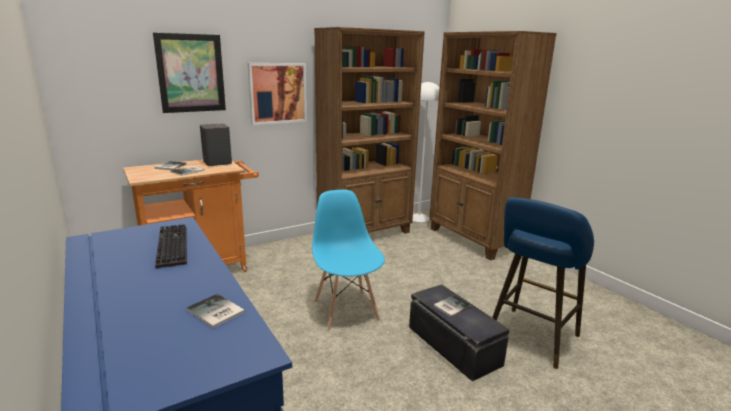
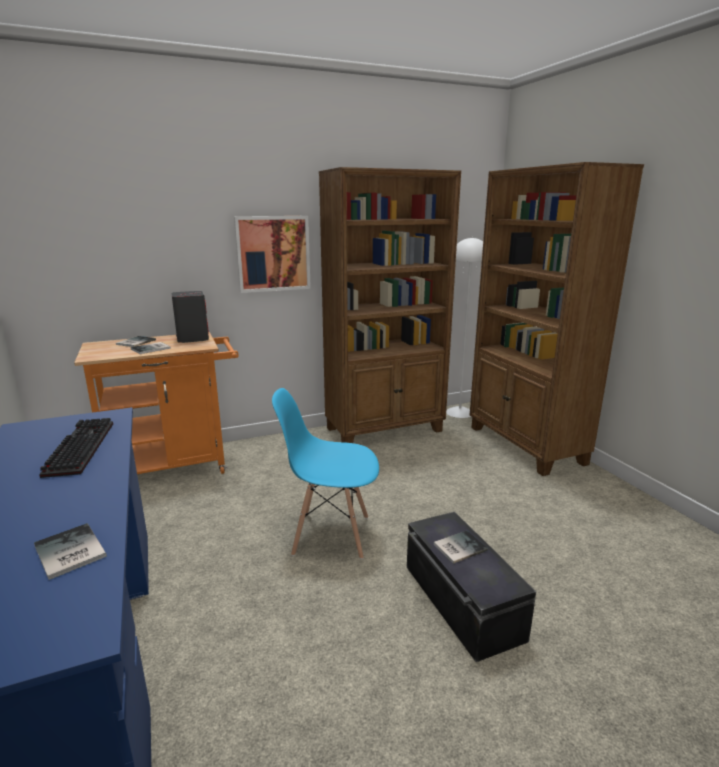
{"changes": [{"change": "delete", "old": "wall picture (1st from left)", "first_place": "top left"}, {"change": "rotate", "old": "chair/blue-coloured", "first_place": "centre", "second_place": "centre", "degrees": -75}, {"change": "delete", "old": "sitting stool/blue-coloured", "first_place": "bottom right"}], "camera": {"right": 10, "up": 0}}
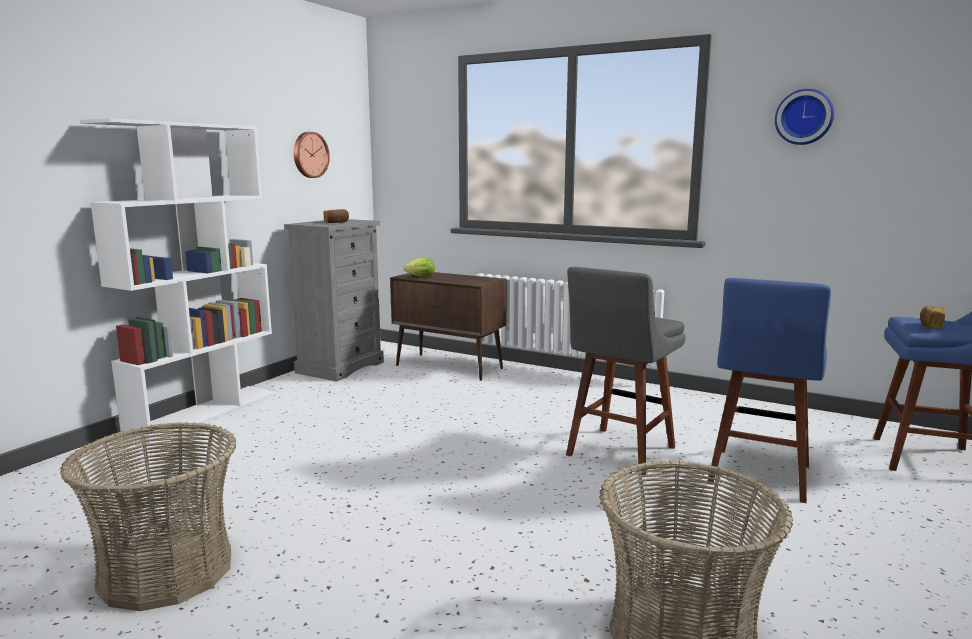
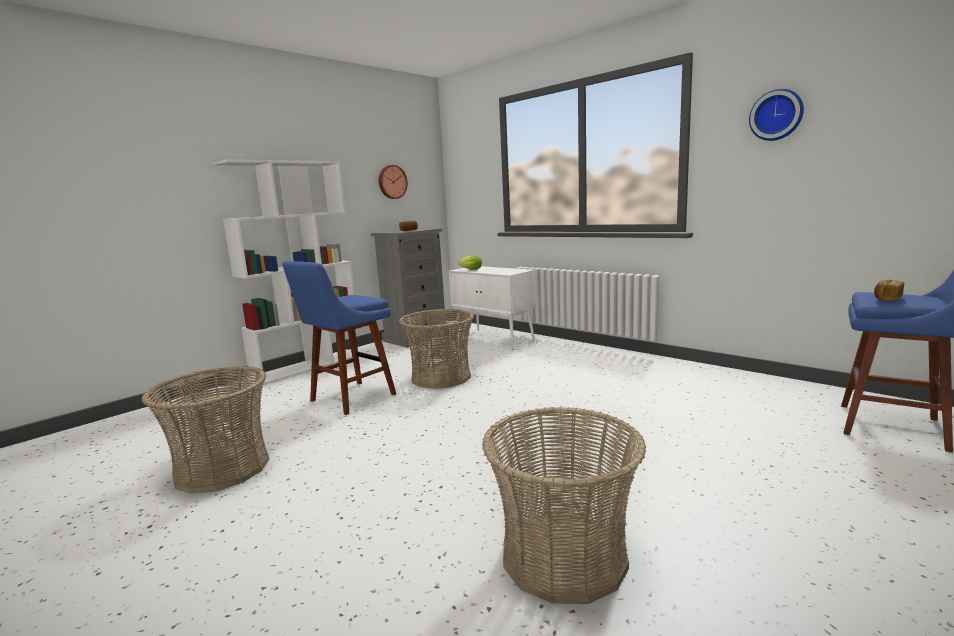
{"changes": [{"change": "delete", "old": "sitting stool/greyish", "first_place": "centre"}, {"change": "recolor", "old": "cupboard/brownish", "new": "cupboard/white", "first_place": "centre", "second_place": "centre"}, {"change": "move", "old": "sitting stool/blue-coloured (1st from left)", "first_place": "middle right", "second_place": "centre"}, {"change": "insert", "new": "household basket (2nd from left)", "second_place": "centre"}], "camera": {"right": 15, "up": 0}}
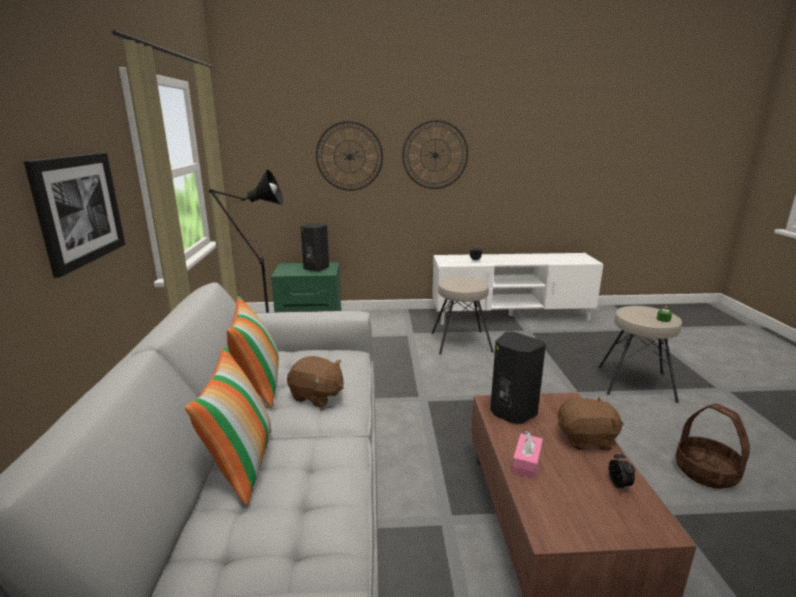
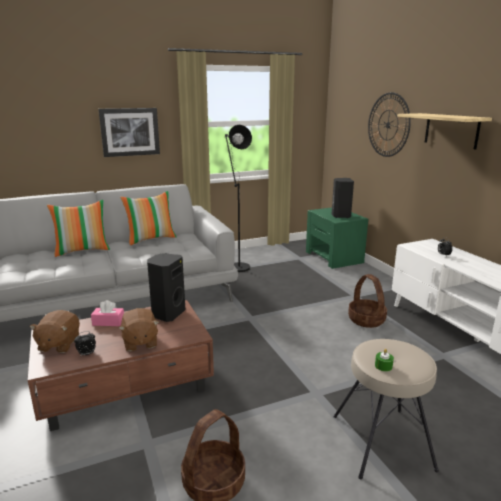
{"changes": [{"change": "replace", "old": "clock on the wall (2nd from left)", "new": "wall shelf", "first_place": "top centre", "second_place": "top right"}, {"change": "replace", "old": "sitting stool/beige (1st from left)", "new": "household basket (2nd from left)", "first_place": "centre", "second_place": "middle right"}, {"change": "move", "old": "cuddly toy/brownish (1st from left)", "first_place": "centre", "second_place": "middle left"}], "camera": {"right": 70, "up": 0}}
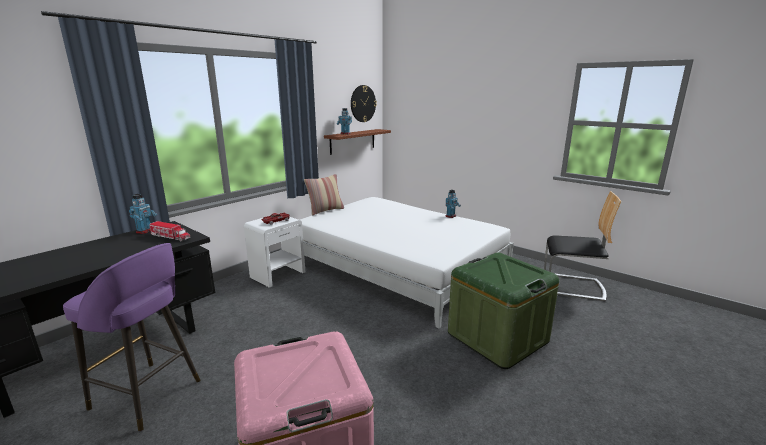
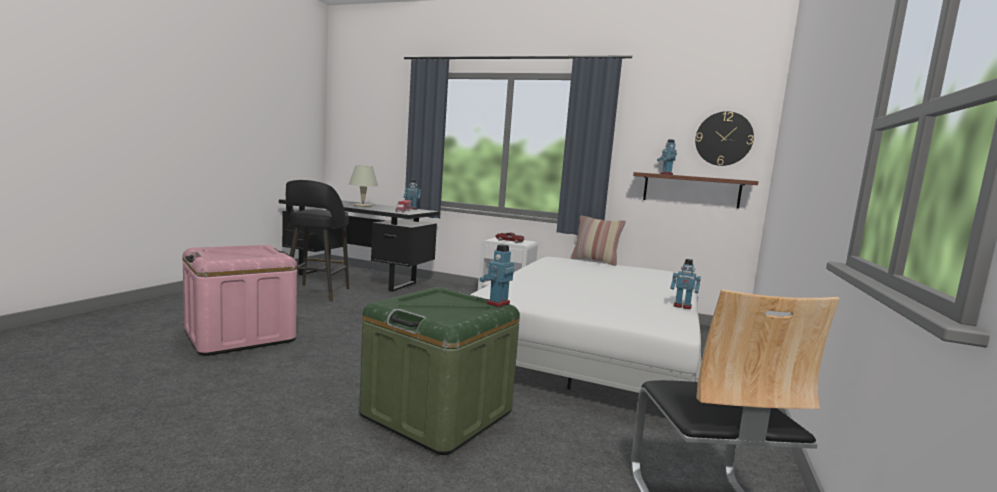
{"changes": [{"change": "recolor", "old": "sitting stool/purple", "new": "sitting stool/black", "first_place": "bottom left", "second_place": "middle left"}, {"change": "insert", "new": "lamp for a table/beige", "second_place": "centre"}, {"change": "insert", "new": "model robot (2nd from left)", "second_place": "centre"}], "camera": {"right": 70, "up": -10}}
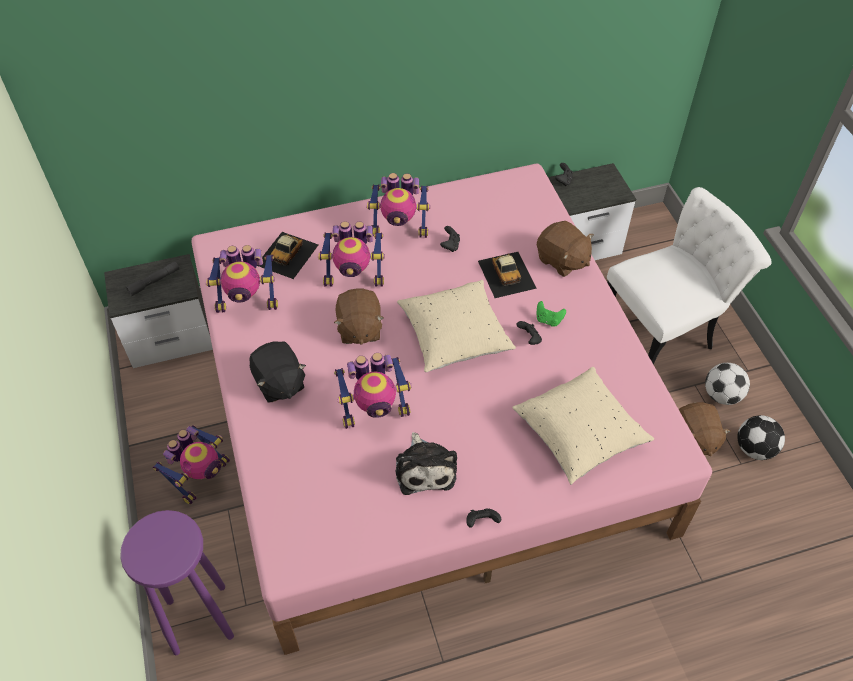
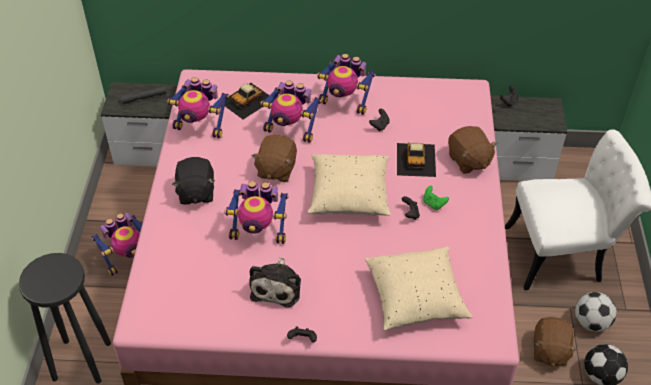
{"changes": [{"change": "recolor", "old": "sitting stool/purple", "new": "sitting stool/black", "first_place": "bottom left", "second_place": "bottom left"}], "camera": {"right": 20, "up": -5}}
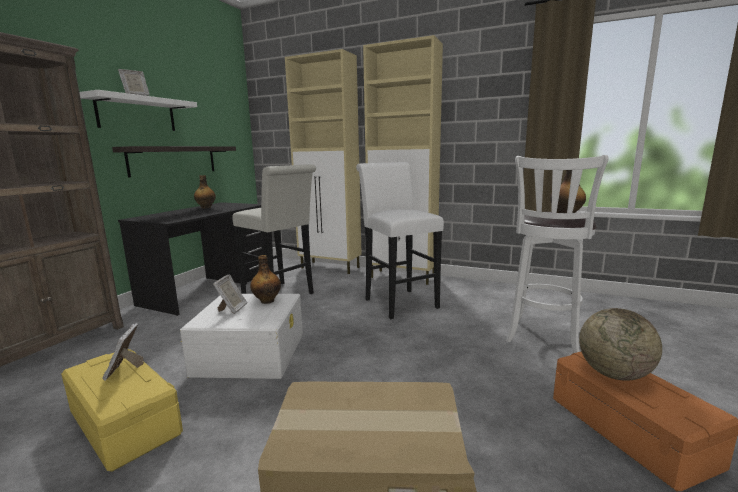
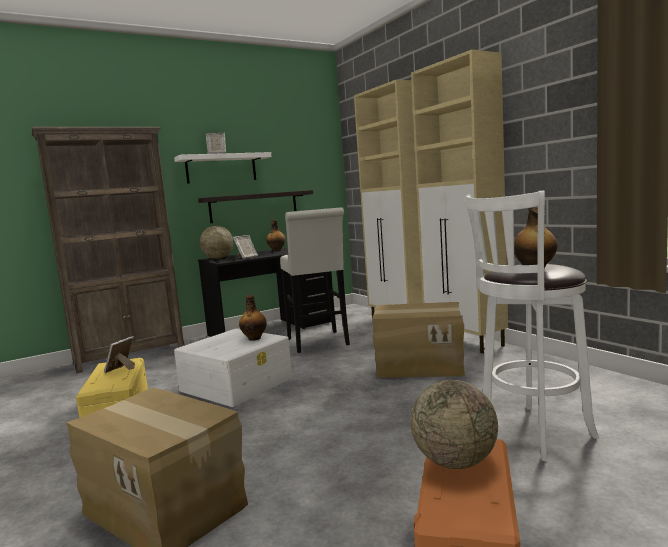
{"changes": [{"change": "replace", "old": "sitting stool/white (2nd from left)", "new": "packing box (2nd from left)", "first_place": "centre", "second_place": "centre"}, {"change": "move", "old": "standing frame (3rd from left)", "first_place": "middle left", "second_place": "centre"}, {"change": "insert", "new": "globe (1st from left)", "second_place": "middle left"}], "camera": {"right": 35, "up": -5}}
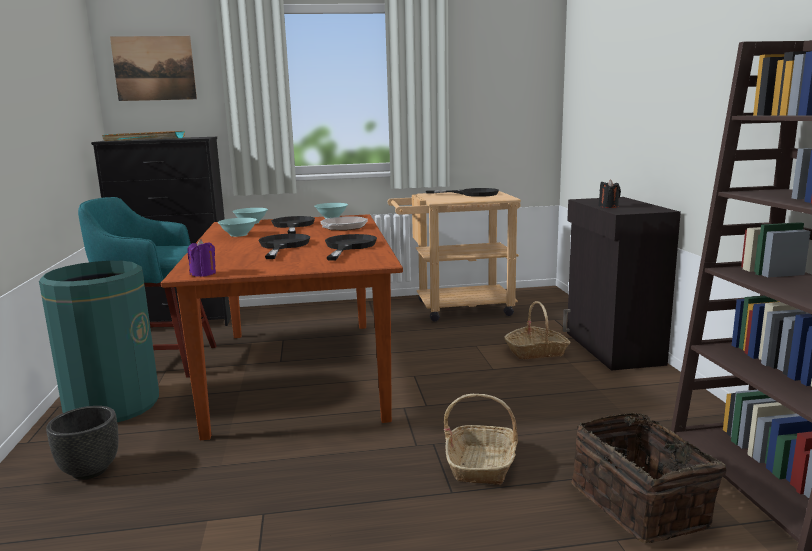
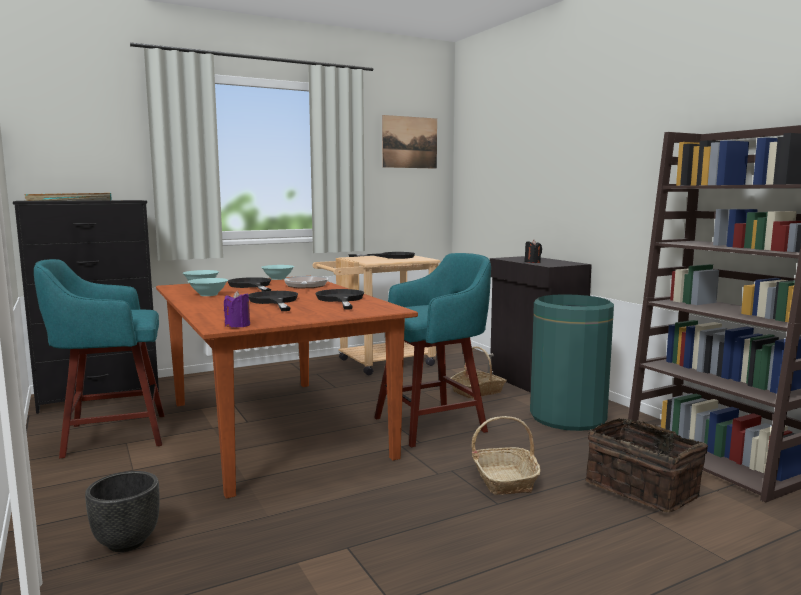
{"changes": [{"change": "move", "old": "wall picture", "first_place": "top left", "second_place": "top centre"}, {"change": "move", "old": "waste bin/green", "first_place": "middle left", "second_place": "middle right"}, {"change": "insert", "new": "sitting stool/blue-green (2nd from left)", "second_place": "centre"}], "camera": {"right": -20, "up": -5}}
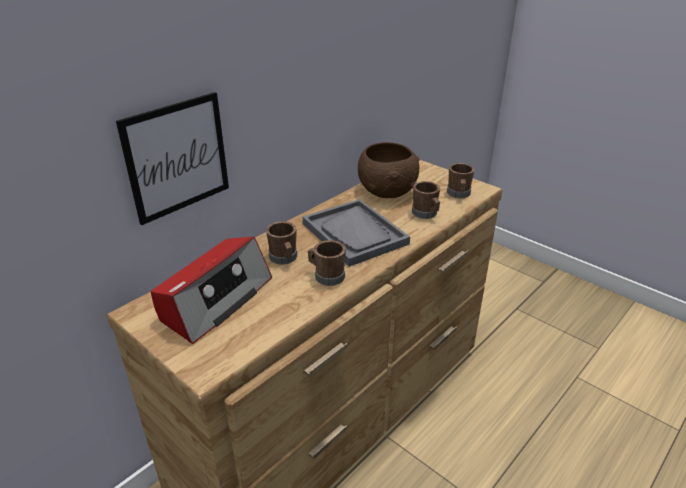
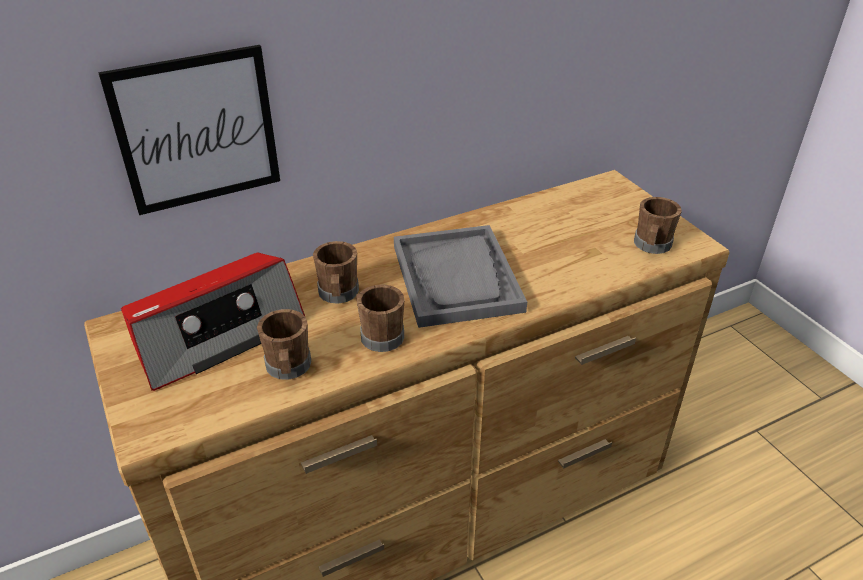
{"changes": [{"change": "delete", "old": "deep dish/brownish", "first_place": "centre"}, {"change": "move", "old": "coffee mug/brownish (3rd from left in the first image)", "new": "coffee mug/brownish (1st from left)", "first_place": "centre", "second_place": "middle left"}], "camera": {"right": 20, "up": 5}}
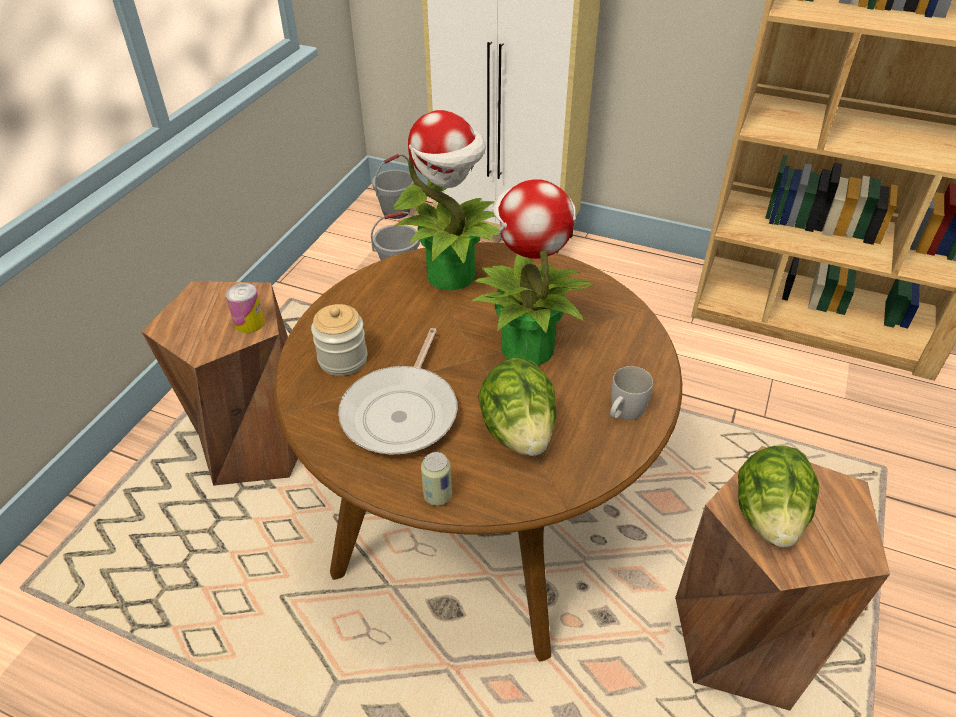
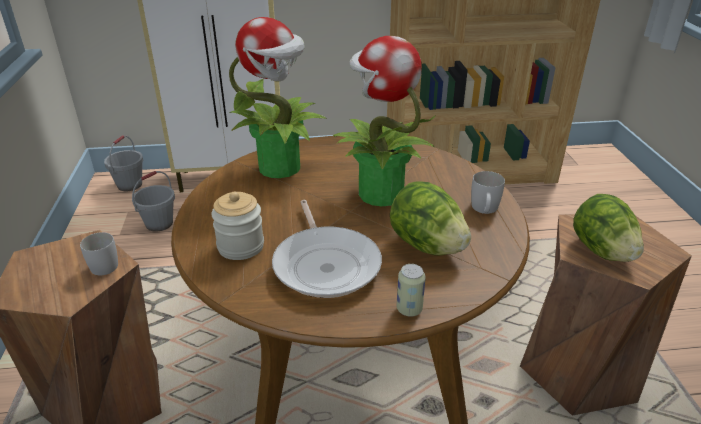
{"changes": [{"change": "replace", "old": "can (1st from left)", "new": "coffee mug/white (1st from left)", "first_place": "middle left", "second_place": "middle left"}], "camera": {"right": -30, "up": -10}}
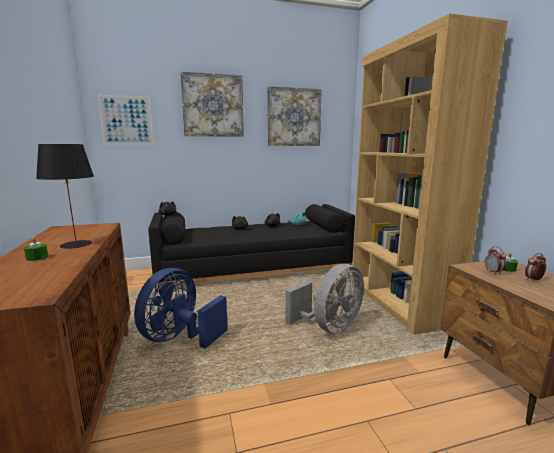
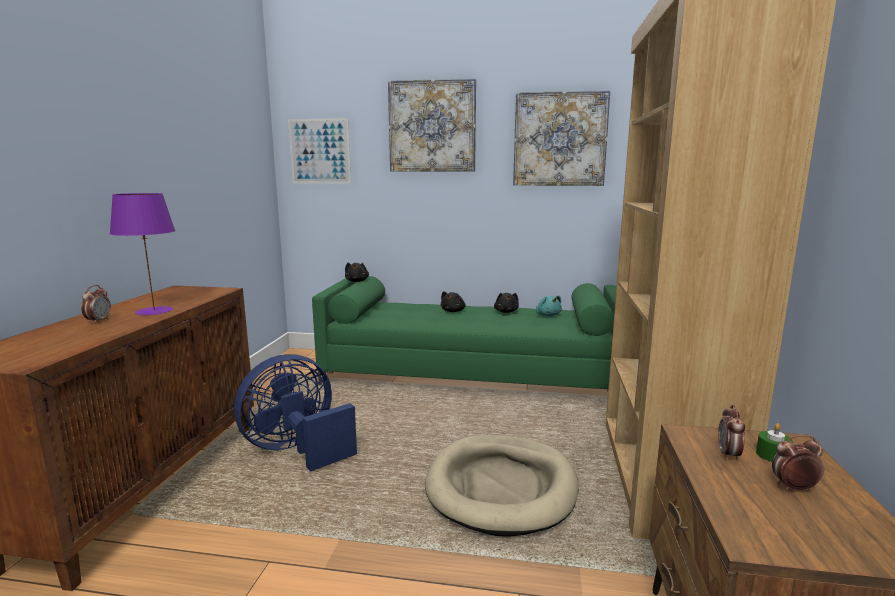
{"changes": [{"change": "recolor", "old": "lamp for a table/black", "new": "lamp for a table/purple", "first_place": "middle left", "second_place": "middle left"}, {"change": "recolor", "old": "settee/black", "new": "settee/green", "first_place": "centre", "second_place": "centre"}, {"change": "replace", "old": "candle/green (1st from left)", "new": "alarm clock (1st from left)", "first_place": "middle left", "second_place": "middle left"}, {"change": "replace", "old": "cooling fan/greyish", "new": "dog bed/beige", "first_place": "centre", "second_place": "bottom centre"}], "camera": {"right": 25, "up": 0}}
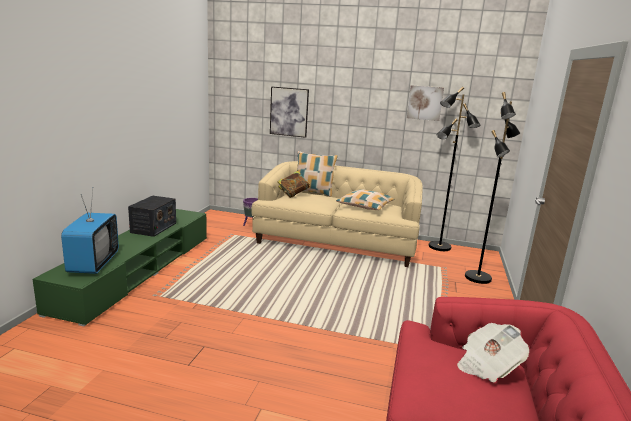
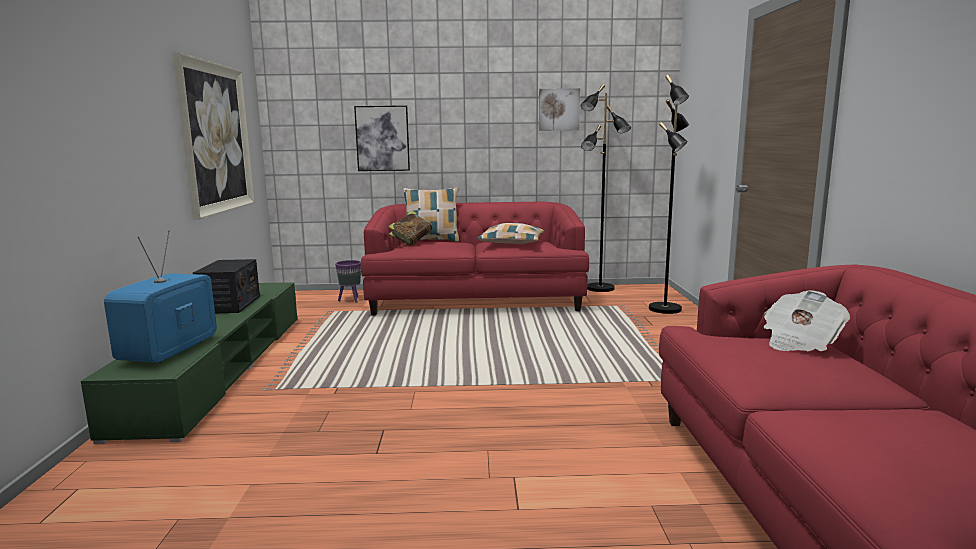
{"changes": [{"change": "recolor", "old": "settee/beige", "new": "settee/red (1st from left)", "first_place": "centre", "second_place": "centre"}, {"change": "rotate", "old": "television", "first_place": "middle left", "second_place": "middle left", "degrees": -150}, {"change": "insert", "new": "wall picture (1st from left)", "second_place": "top left"}], "camera": {"right": -15, "up": -5}}
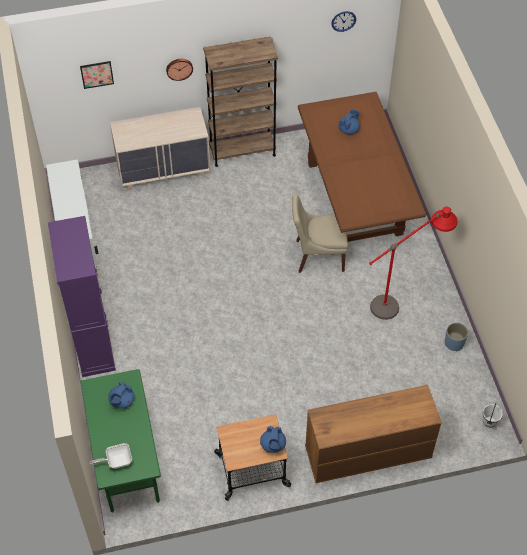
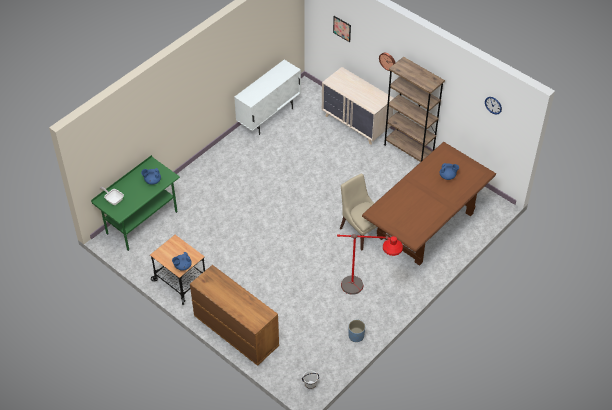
{"changes": [{"change": "delete", "old": "cupboard/purple", "first_place": "middle left"}], "camera": {"right": 55, "up": -5}}
